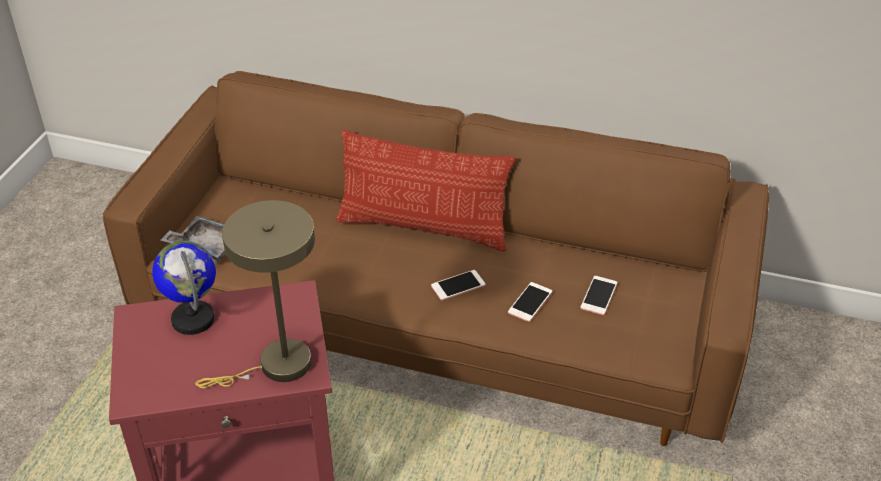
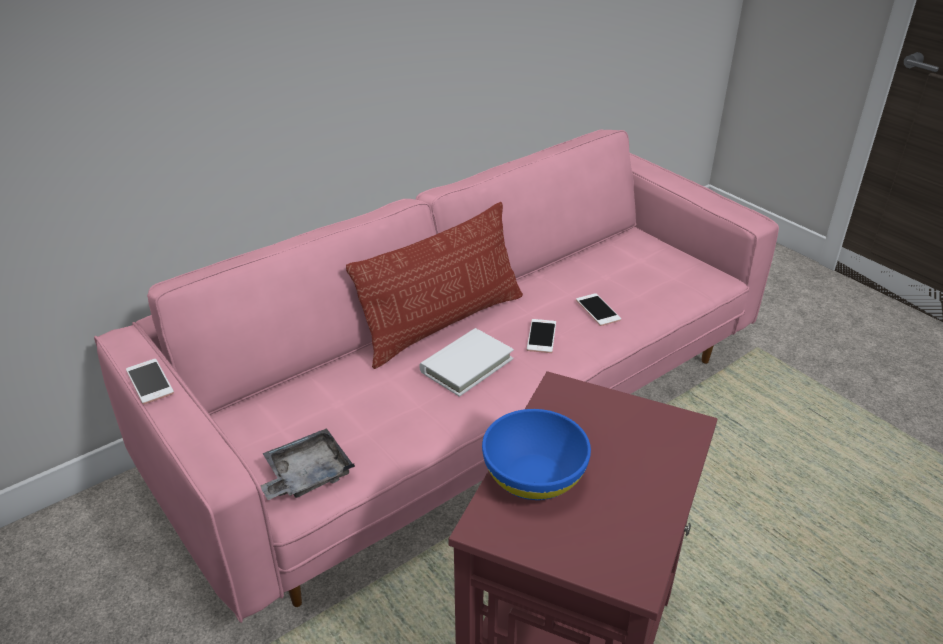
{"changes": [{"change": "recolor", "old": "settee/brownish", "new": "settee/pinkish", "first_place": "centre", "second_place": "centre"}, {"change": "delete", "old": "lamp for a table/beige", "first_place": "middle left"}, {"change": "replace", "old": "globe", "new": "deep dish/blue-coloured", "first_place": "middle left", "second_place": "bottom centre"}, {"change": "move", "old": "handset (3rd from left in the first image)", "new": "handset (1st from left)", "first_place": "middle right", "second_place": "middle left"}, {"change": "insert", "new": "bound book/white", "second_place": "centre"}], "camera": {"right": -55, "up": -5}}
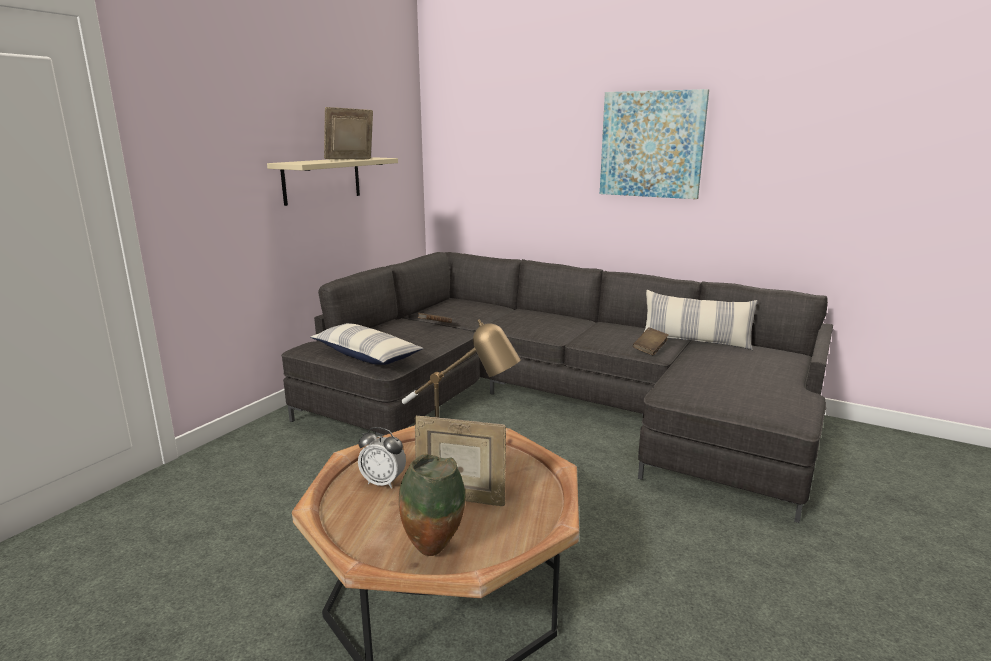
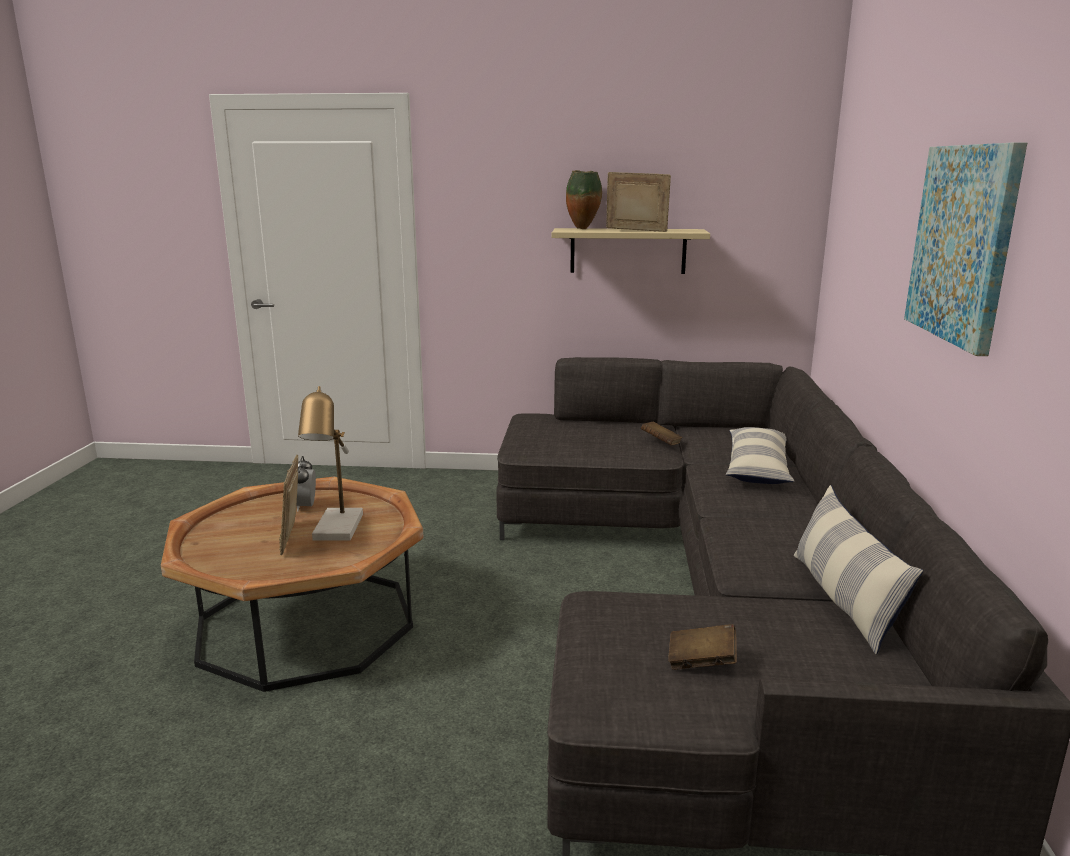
{"changes": [{"change": "move", "old": "cushion (1st from left)", "first_place": "centre", "second_place": "middle right"}, {"change": "move", "old": "bound book/brownish (2nd from left)", "first_place": "centre", "second_place": "bottom centre"}, {"change": "move", "old": "decorative vase", "first_place": "bottom centre", "second_place": "top centre"}], "camera": {"right": 65, "up": 0}}
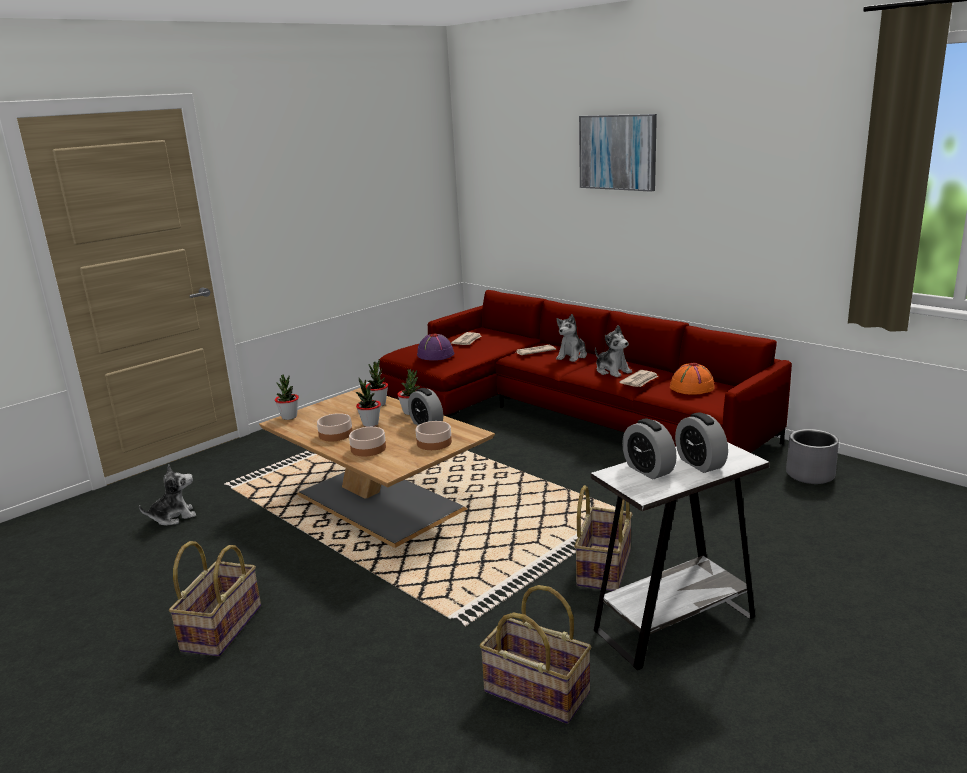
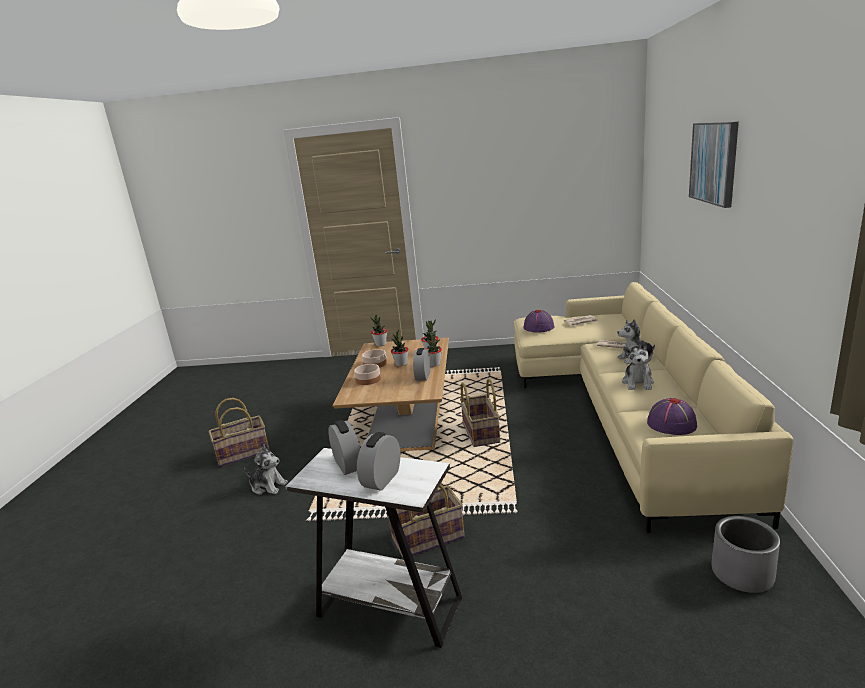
{"changes": [{"change": "recolor", "old": "settee/red", "new": "settee/beige", "first_place": "centre", "second_place": "middle right"}, {"change": "recolor", "old": "hat/orangey", "new": "hat/purple (2nd from left)", "first_place": "middle right", "second_place": "middle right"}, {"change": "delete", "old": "daily paper (3rd from left)", "first_place": "centre"}, {"change": "rotate", "old": "alarm clock (2nd from left in the first image)", "first_place": "middle right", "second_place": "centre", "degrees": 135}, {"change": "delete", "old": "deep dish (3rd from left)", "first_place": "centre"}, {"change": "move", "old": "cuddly toy (1st from left)", "first_place": "middle left", "second_place": "bottom left"}, {"change": "move", "old": "household basket (2nd from left in the first image)", "new": "household basket (3rd from left)", "first_place": "bottom centre", "second_place": "centre"}], "camera": {"right": 50, "up": 0}}
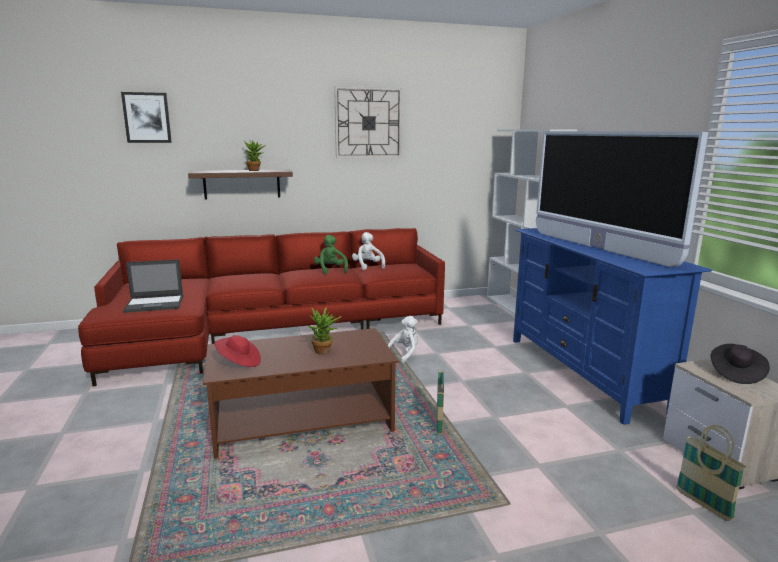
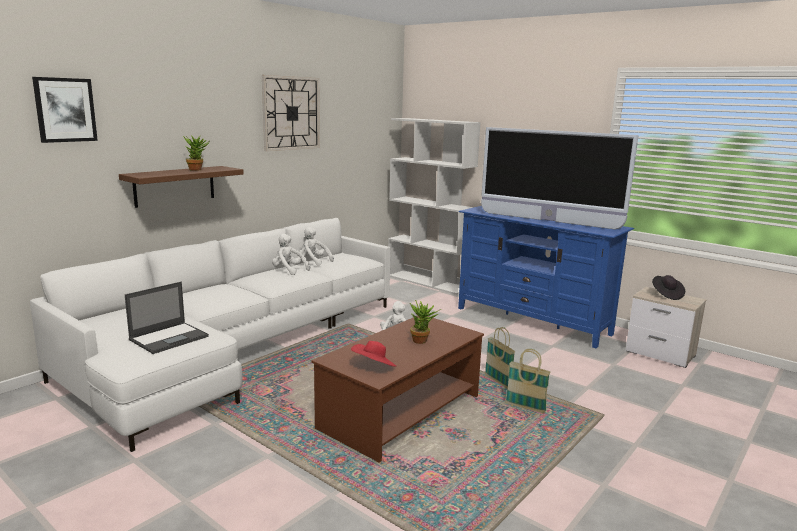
{"changes": [{"change": "recolor", "old": "settee/red", "new": "settee/white", "first_place": "centre", "second_place": "middle left"}, {"change": "recolor", "old": "cuddly toy/green", "new": "cuddly toy/white (1st from left)", "first_place": "centre", "second_place": "centre"}, {"change": "move", "old": "household basket (2nd from left)", "first_place": "bottom right", "second_place": "bottom centre"}], "camera": {"right": -35, "up": 0}}
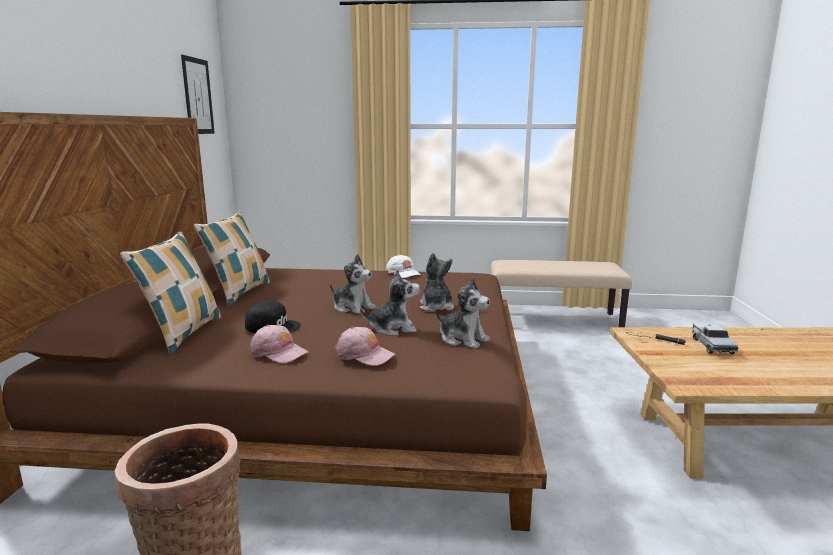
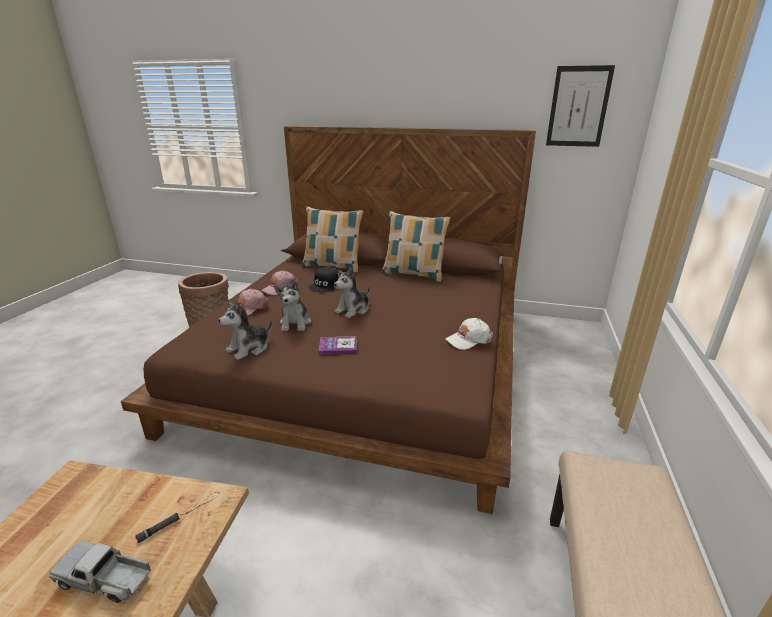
{"changes": [{"change": "replace", "old": "cuddly toy (3rd from left)", "new": "bound book", "first_place": "centre", "second_place": "centre"}], "camera": {"right": 100, "up": 10}}
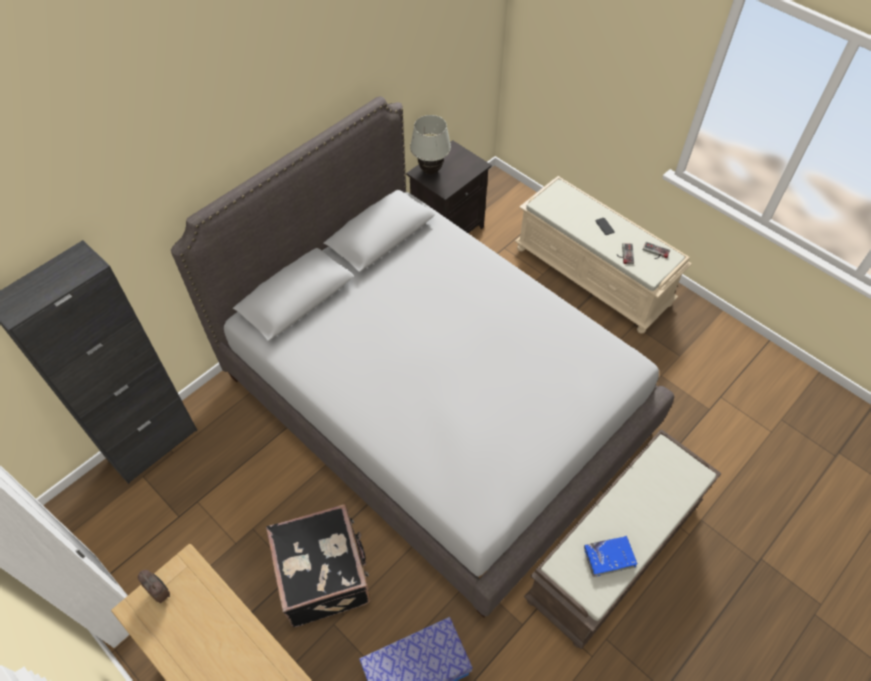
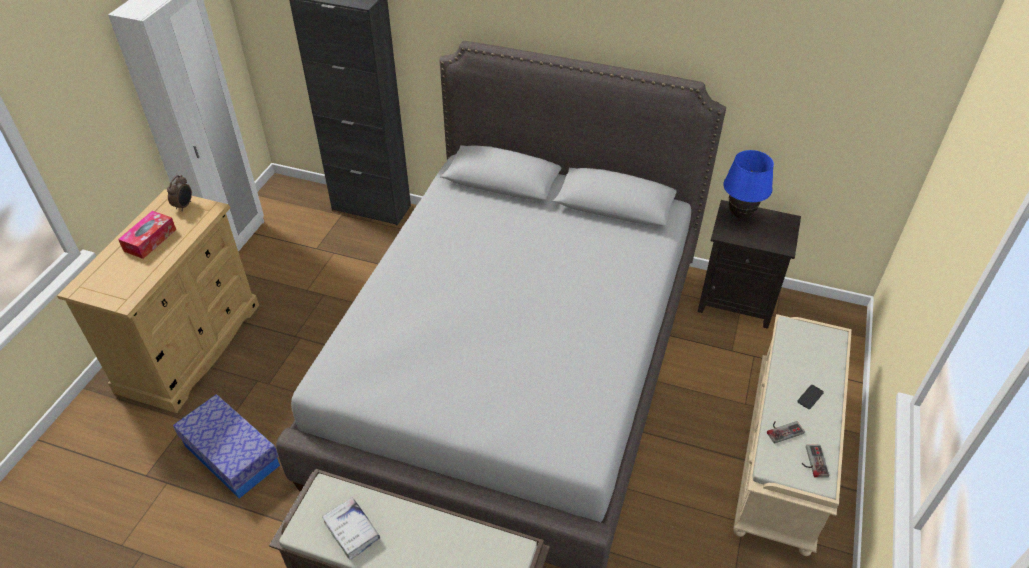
{"changes": [{"change": "recolor", "old": "lamp for a table/white", "new": "lamp for a table/blue-coloured", "first_place": "top centre", "second_place": "top right"}, {"change": "delete", "old": "piece of luggage/black", "first_place": "bottom centre"}, {"change": "recolor", "old": "bound book/blue-coloured", "new": "bound book/white", "first_place": "bottom right", "second_place": "bottom centre"}, {"change": "insert", "new": "box of tissues", "second_place": "middle left"}], "camera": {"right": 65, "up": -10}}
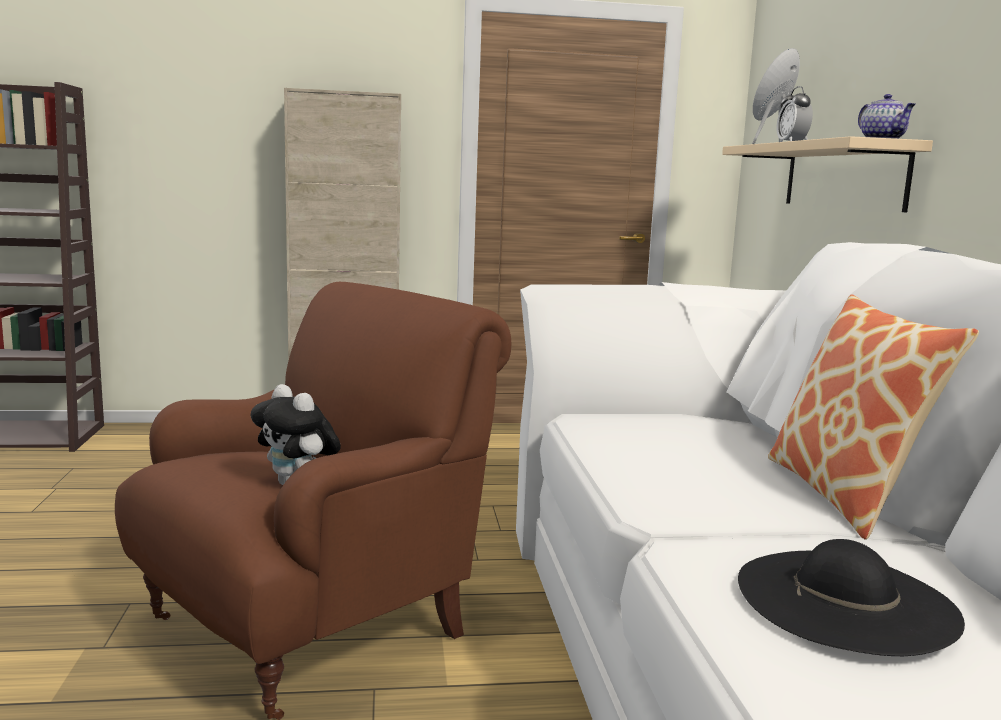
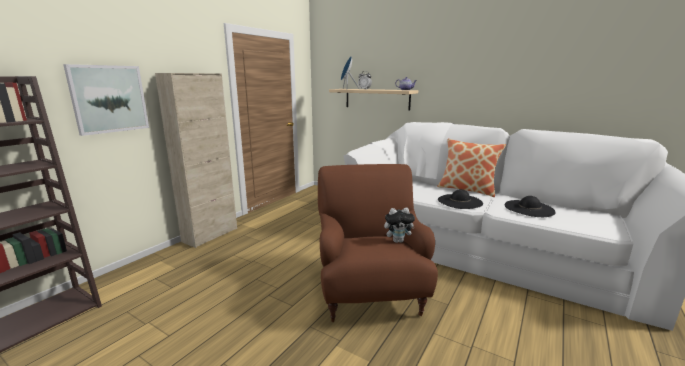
{"changes": [{"change": "insert", "new": "wall picture", "second_place": "top left"}, {"change": "insert", "new": "hat/black (1st from left)", "second_place": "middle right"}], "camera": {"right": -50, "up": 5}}
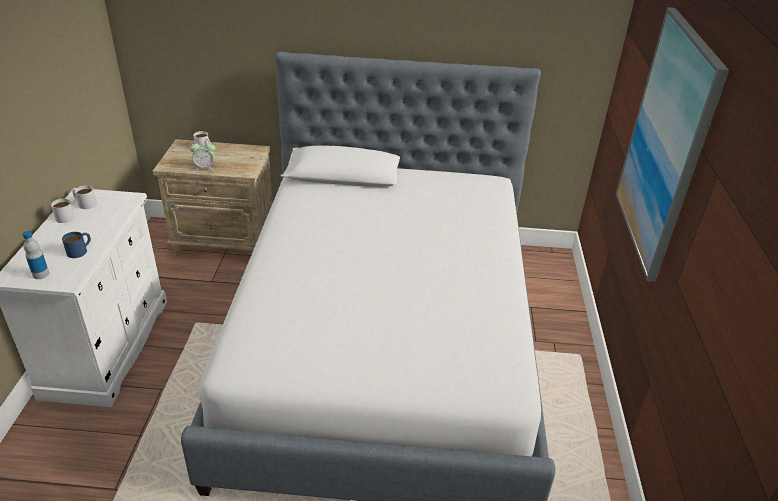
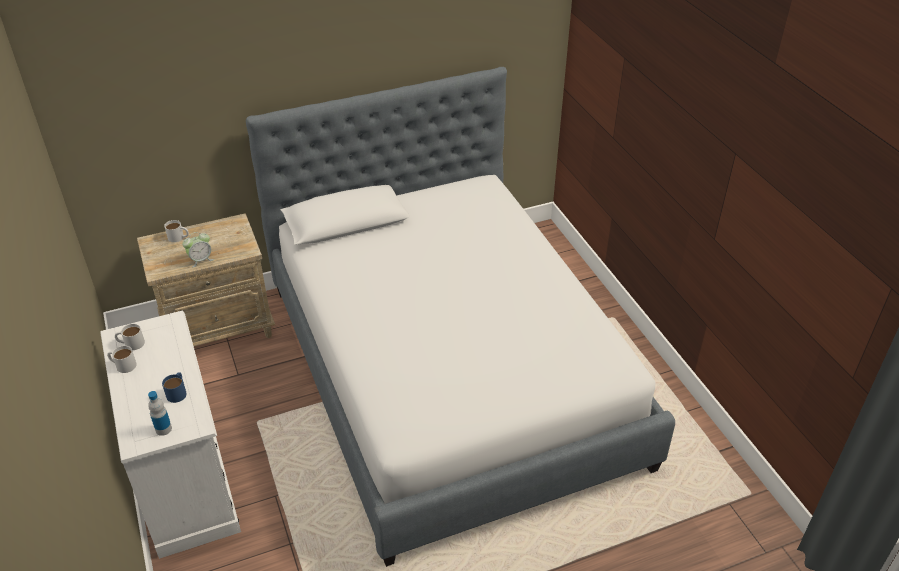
{"changes": [{"change": "delete", "old": "wall picture", "first_place": "top right"}], "camera": {"right": -25, "up": 5}}
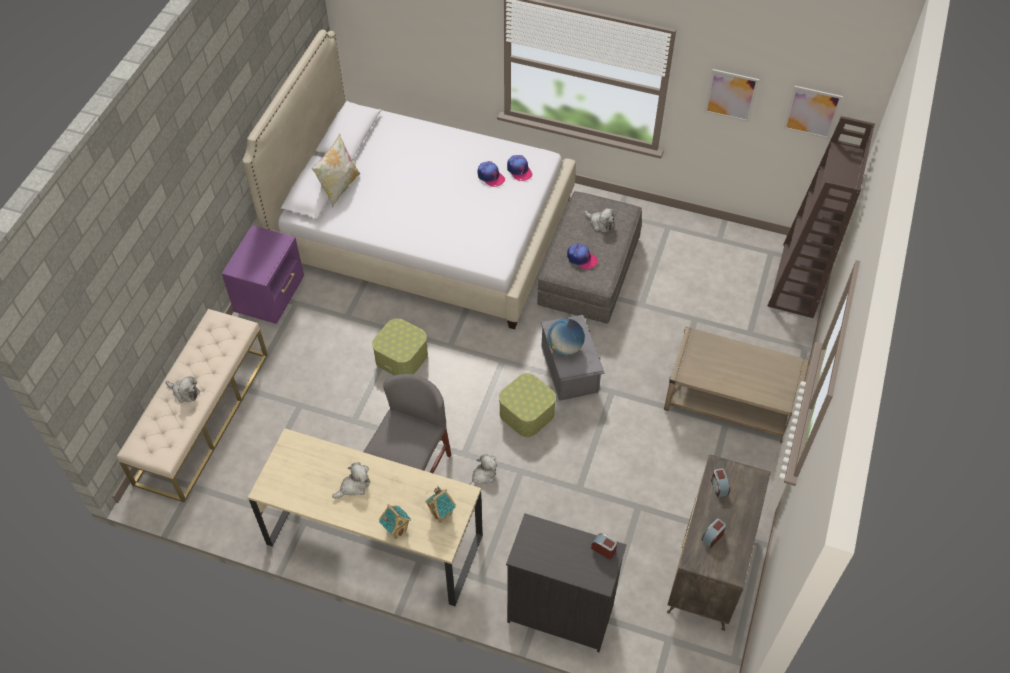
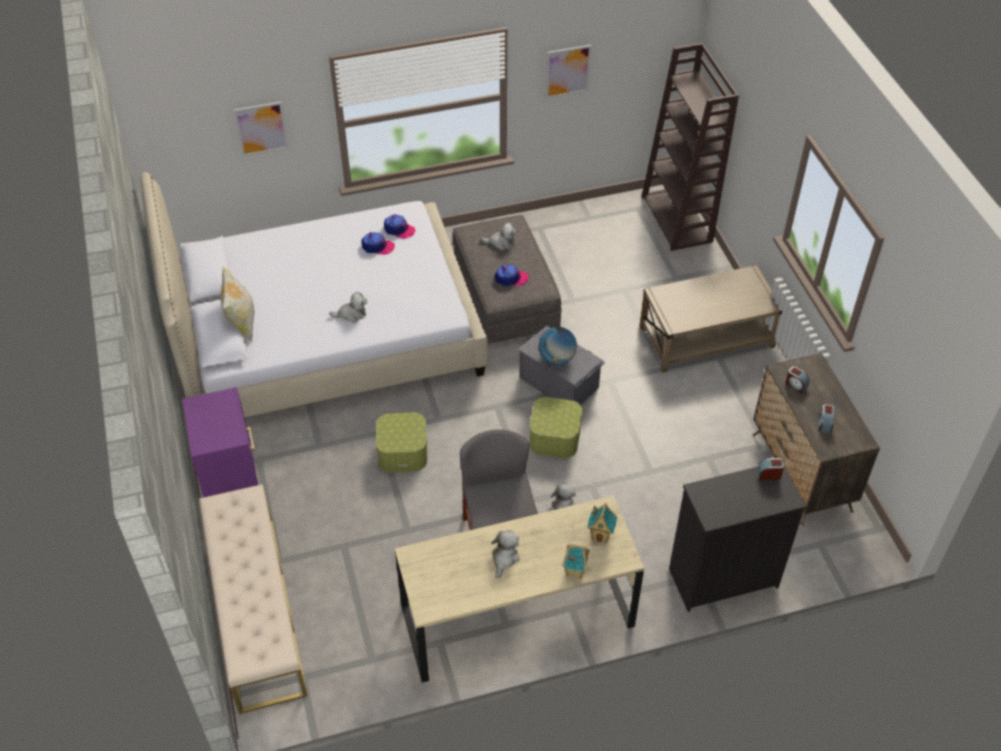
{"changes": [{"change": "move", "old": "wall picture (2nd from left in the first image)", "new": "wall picture (1st from left)", "first_place": "top right", "second_place": "top left"}, {"change": "move", "old": "cuddly toy (1st from left)", "first_place": "middle left", "second_place": "centre"}], "camera": {"right": -35, "up": -5}}
